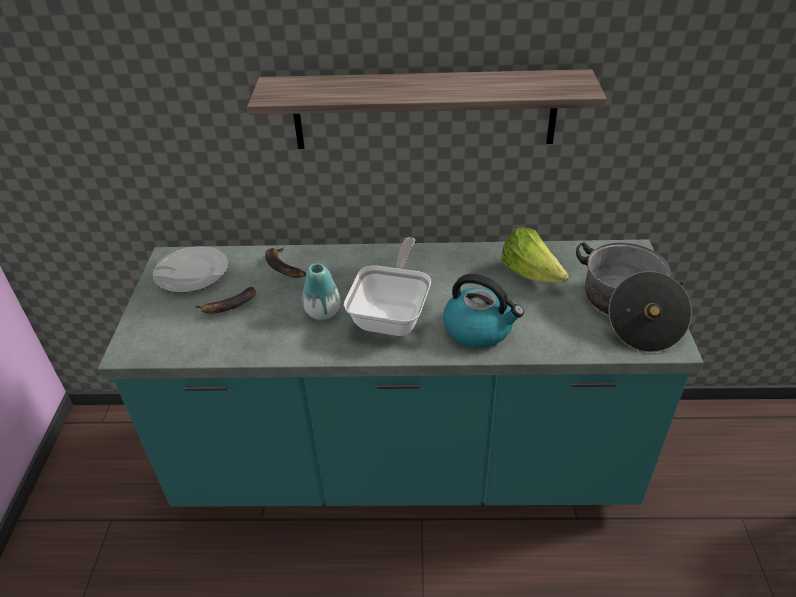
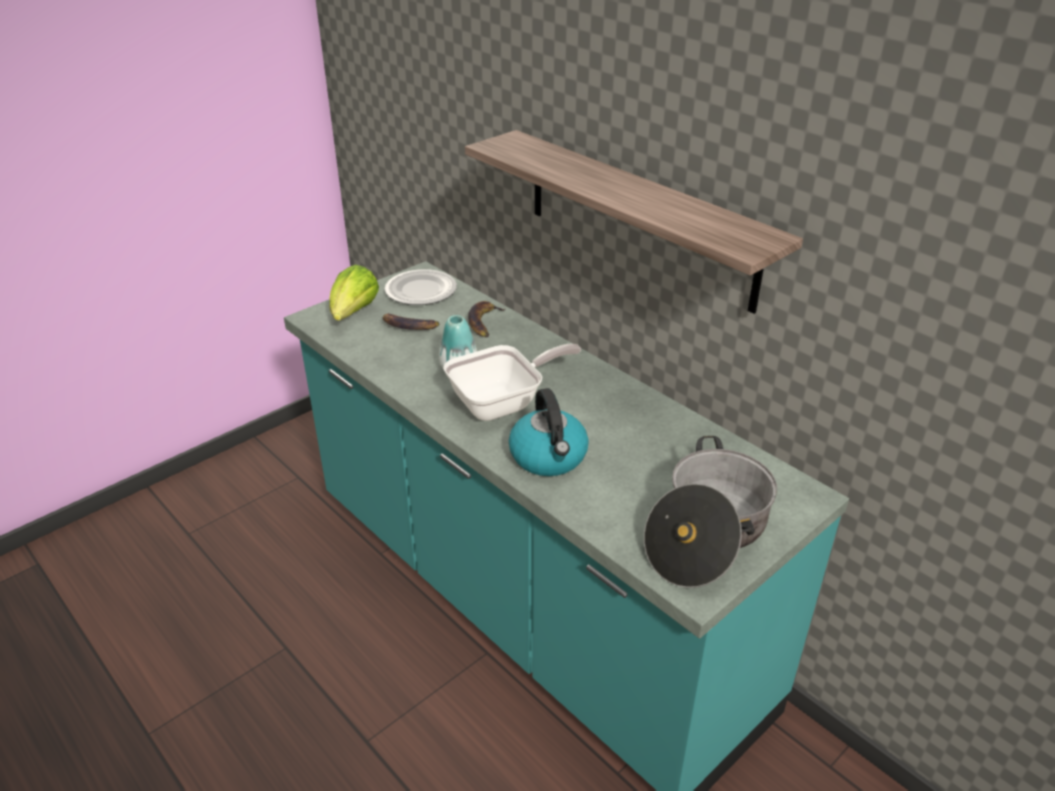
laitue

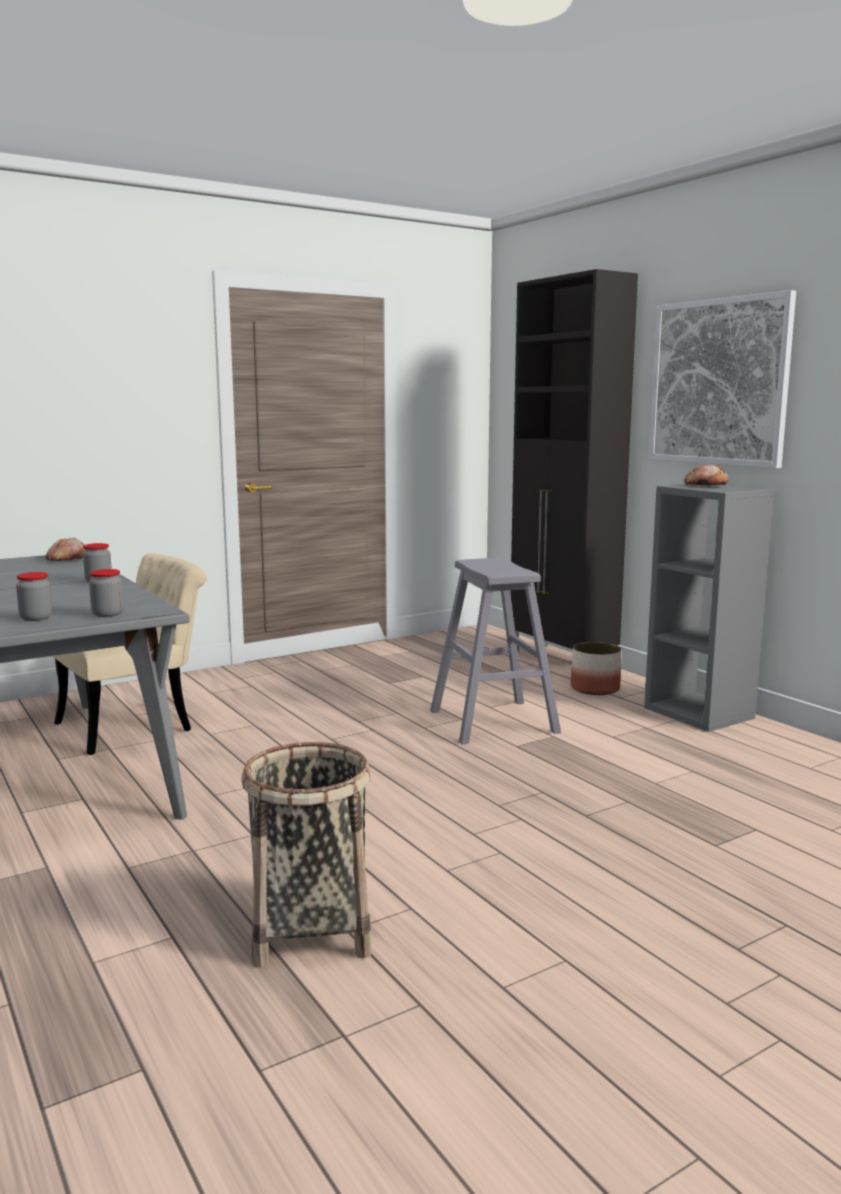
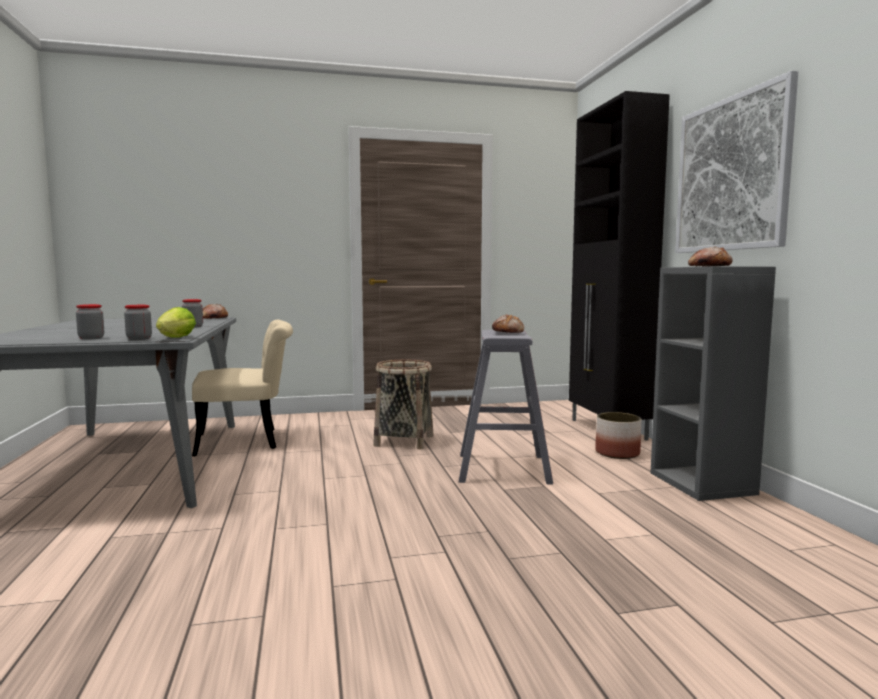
laitue; panier; pain (no. 2 from left)

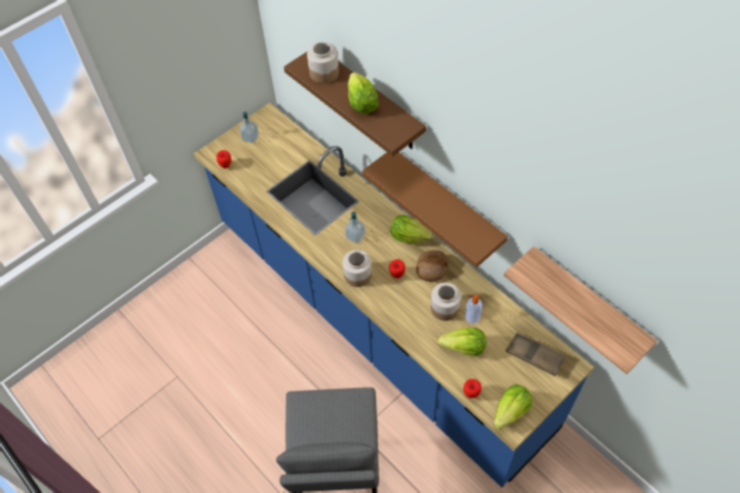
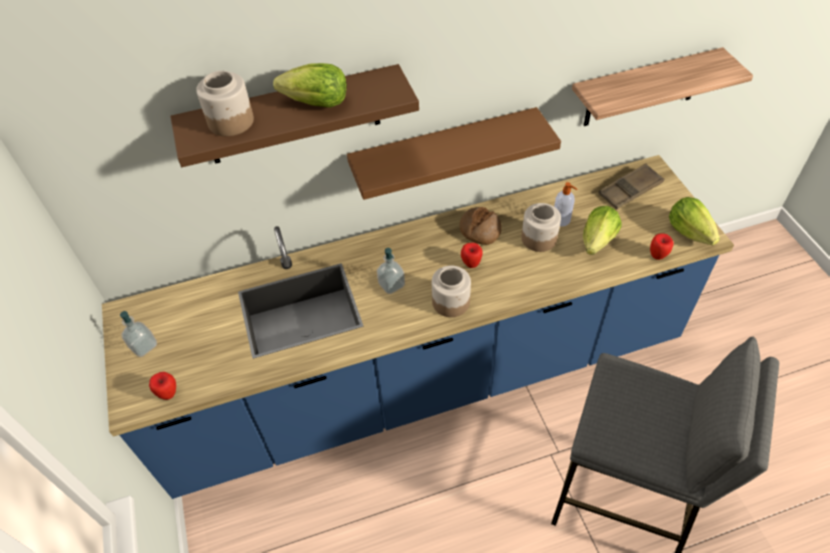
laitue (no. 2 from left in the first image)

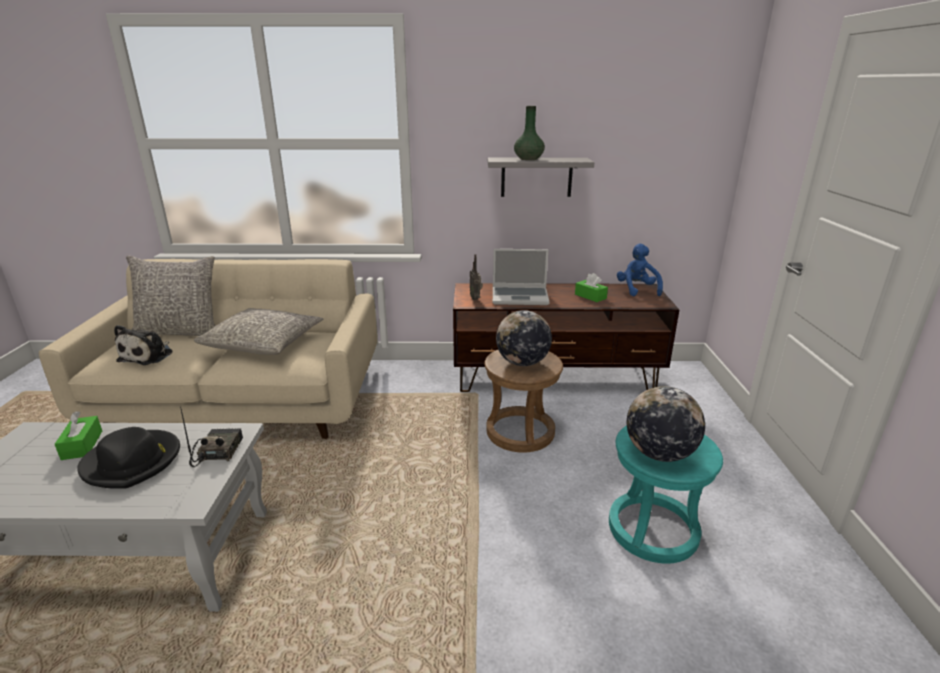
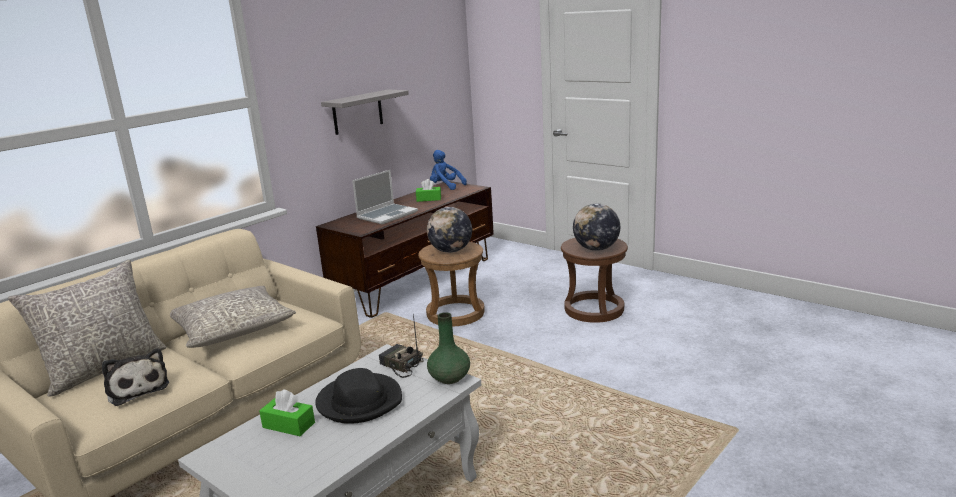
vase (vert); tabouret (marron) (no. 2 from left); radio (no. 2 from left in the first image)

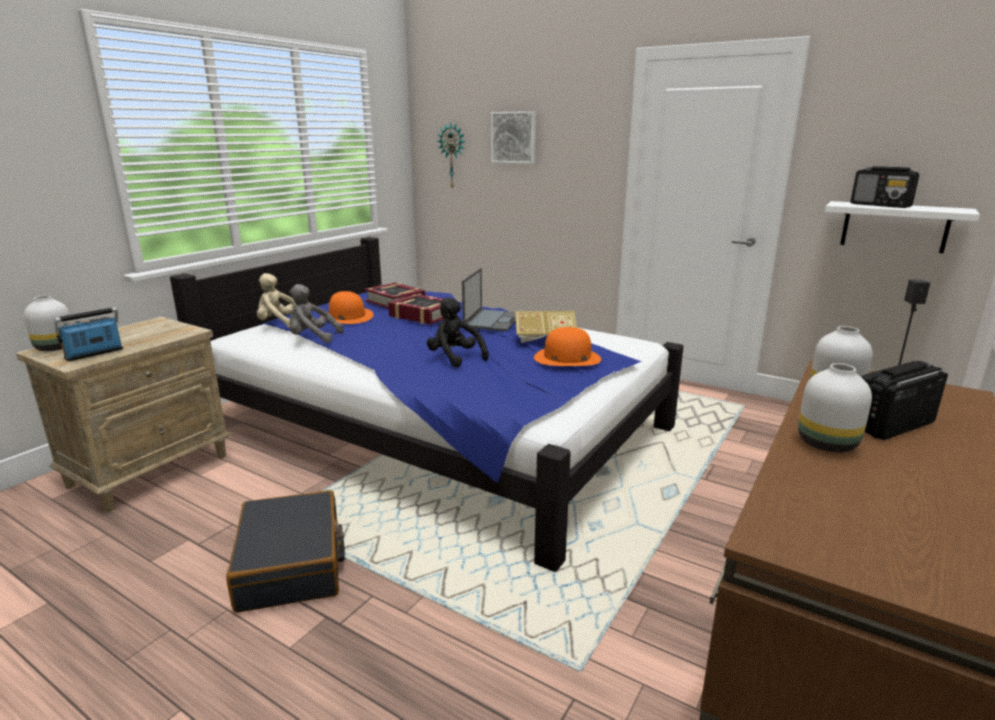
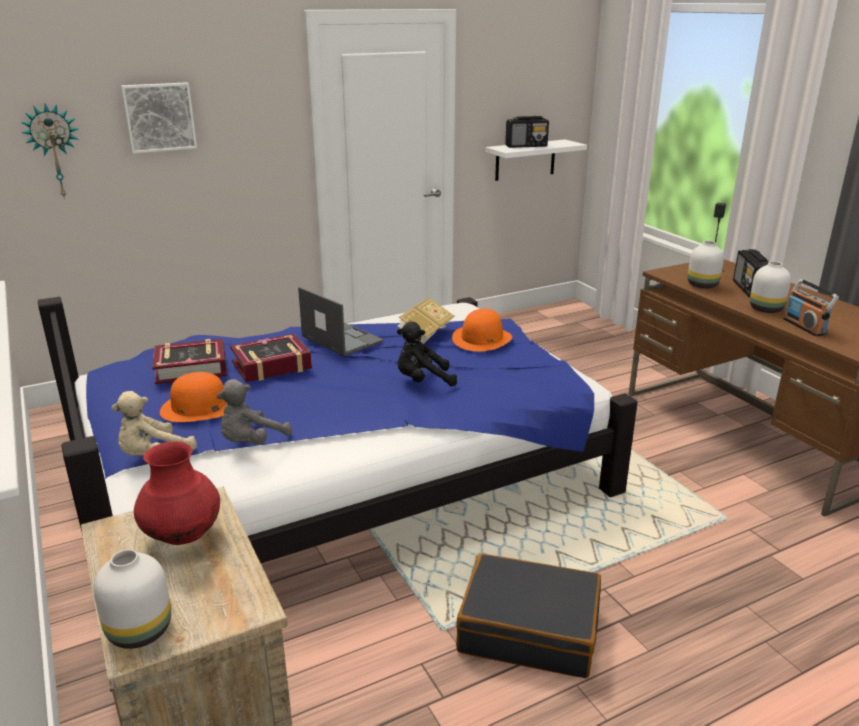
vase (rouge); radio (no. 3 from left)

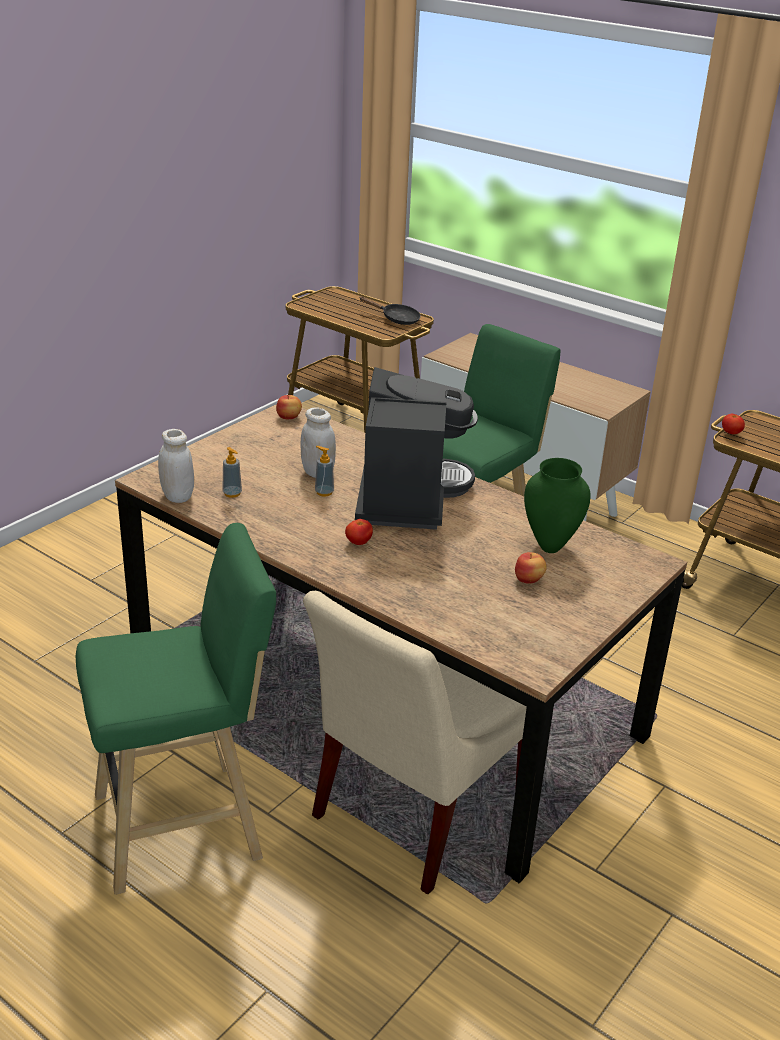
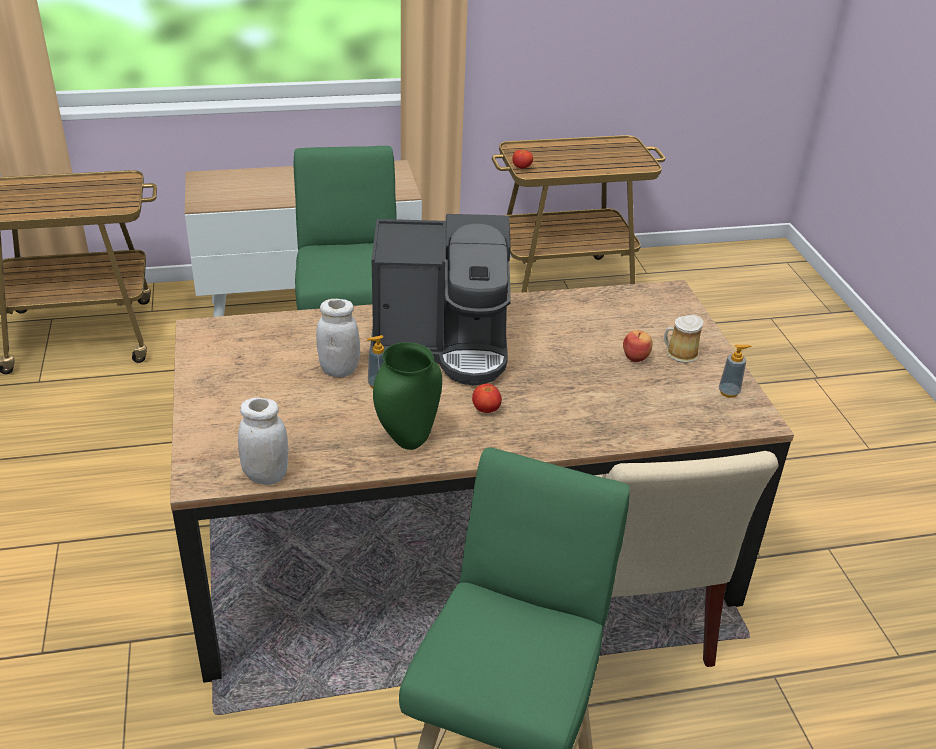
machine à café; vase (vert); mug; distributeur de savon (no. 2 from left); pomme (no. 1 from left in the first image); poêle (noir)

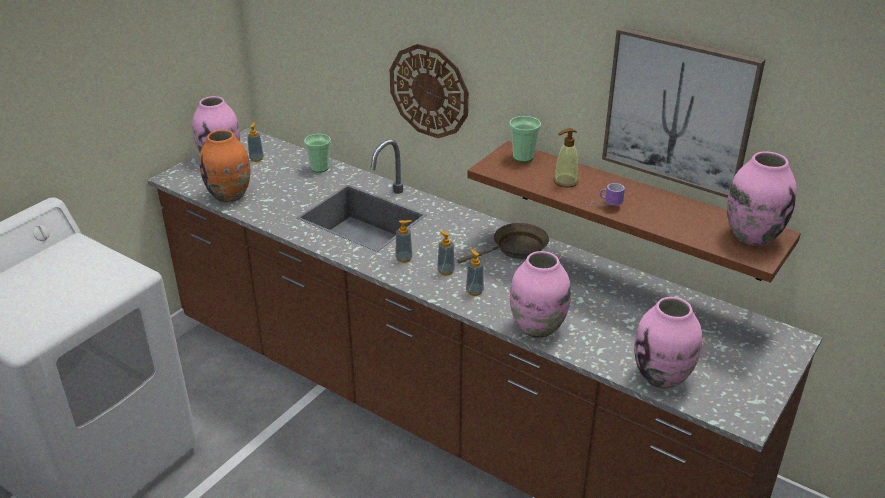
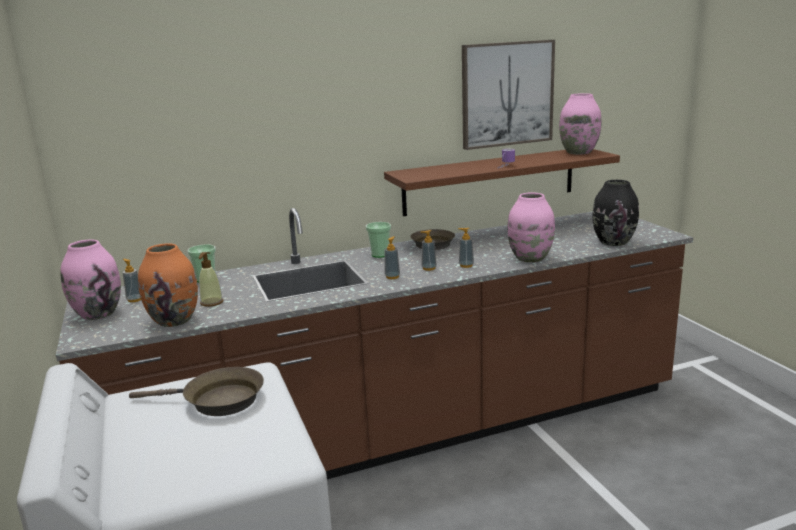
poêle (marron) (no. 1 from left); distributeur de savon (no. 2 from left); tasse (no. 2 from left); vase (noir); horloge murale

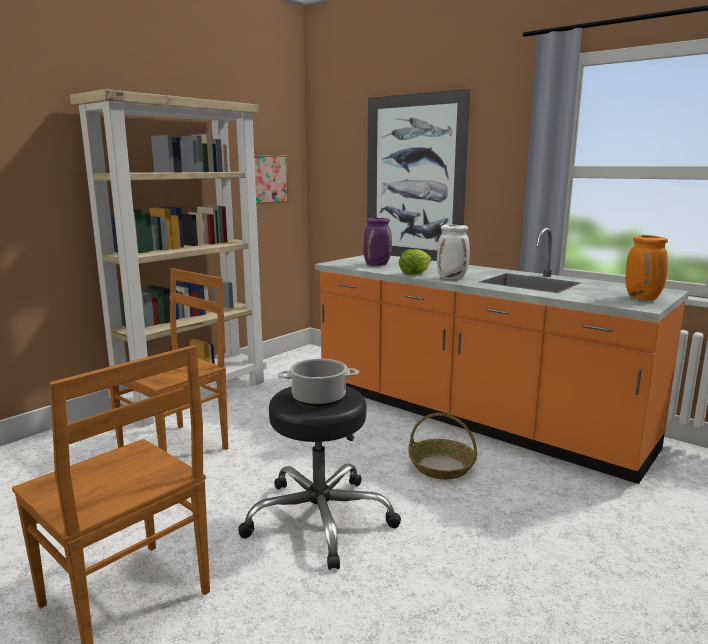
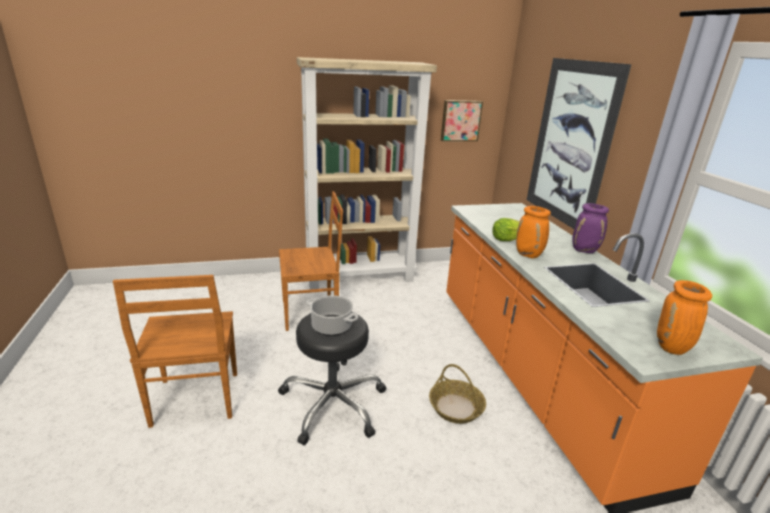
vase (orange) (no. 1 from left); vase (violet)

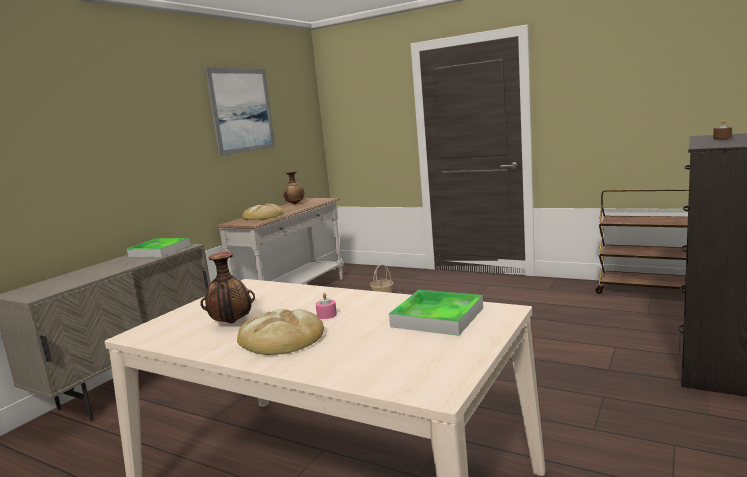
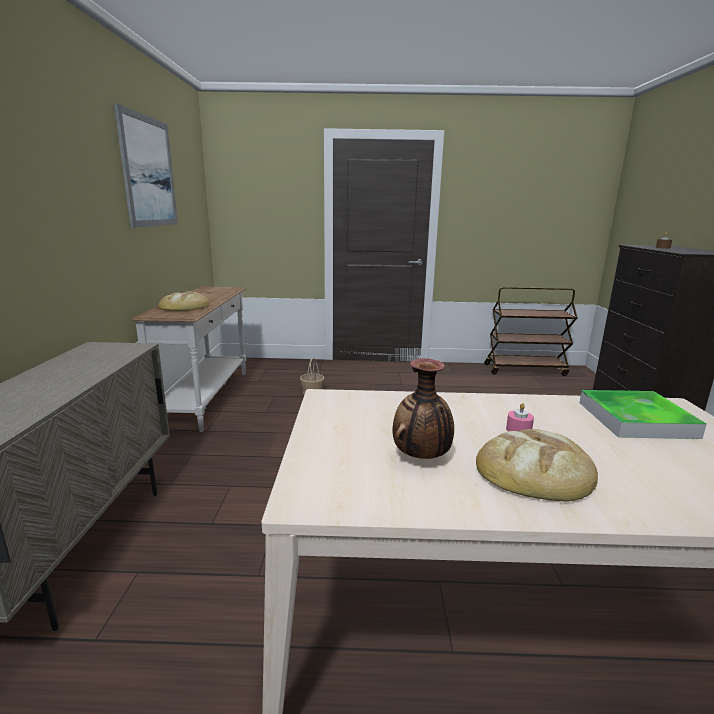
plateau (no. 1 from left in the first image); vase (no. 2 from left in the first image)

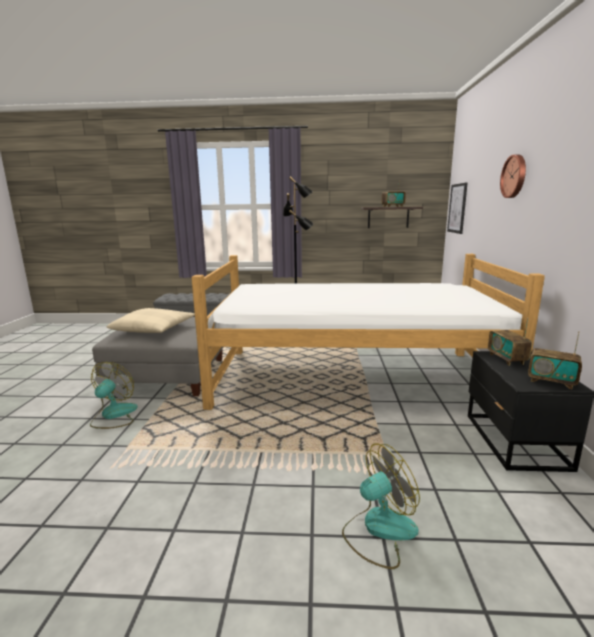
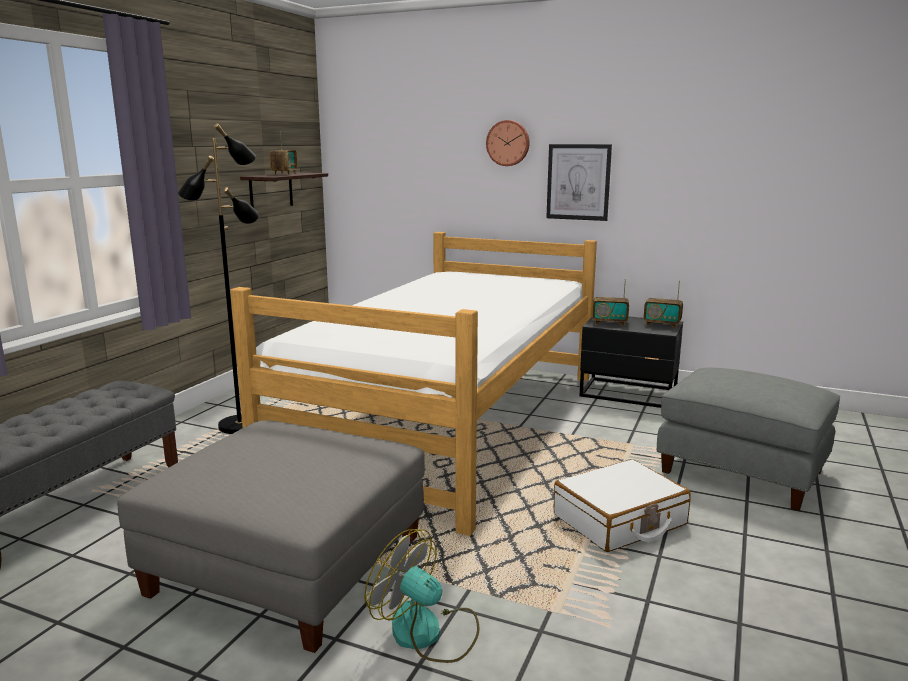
tableau; valise (blanc); radio (no. 3 from left); pouf (gris) (no. 2 from left); coussin (beige)

